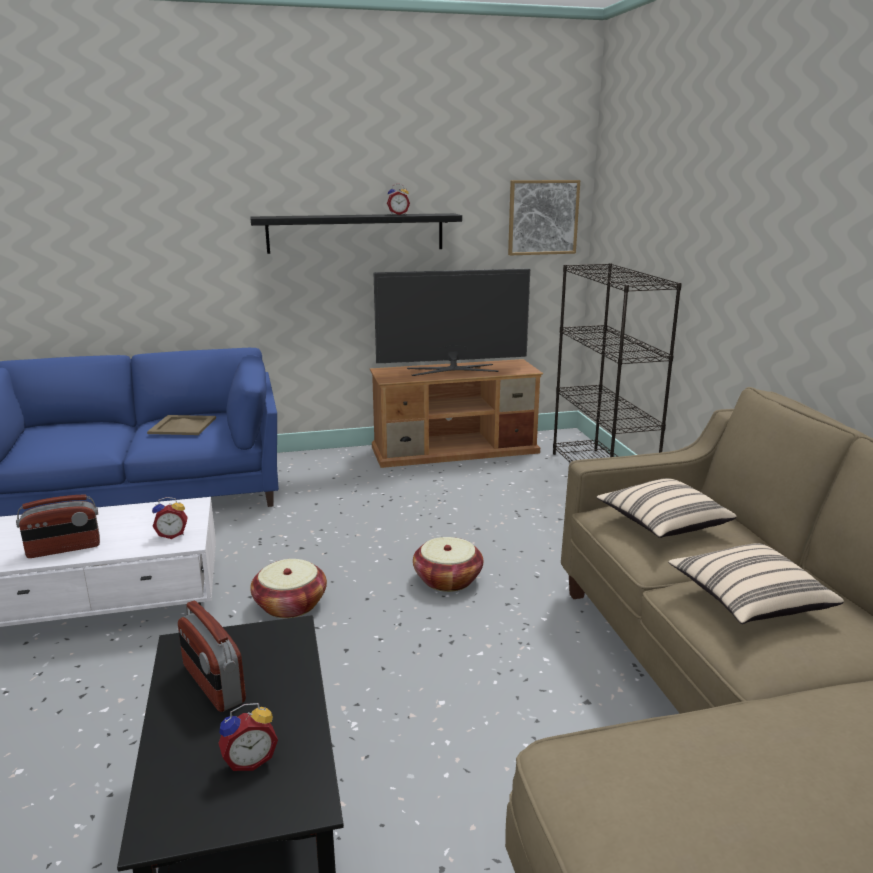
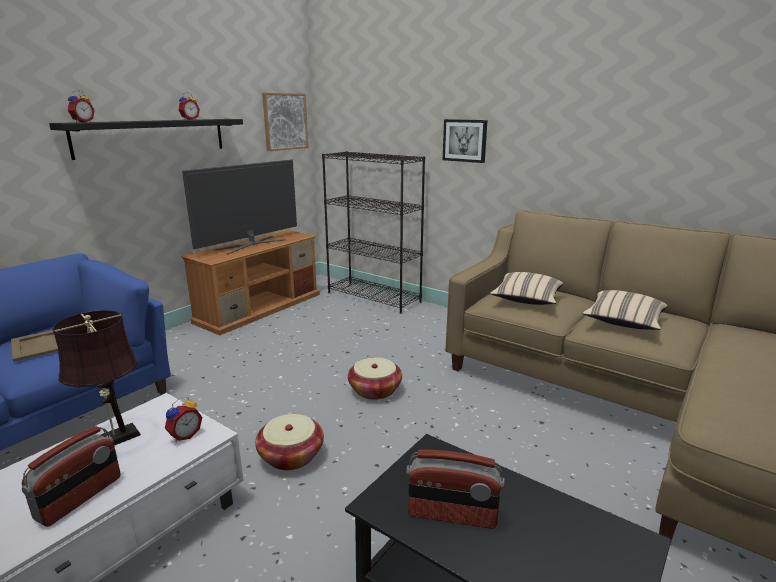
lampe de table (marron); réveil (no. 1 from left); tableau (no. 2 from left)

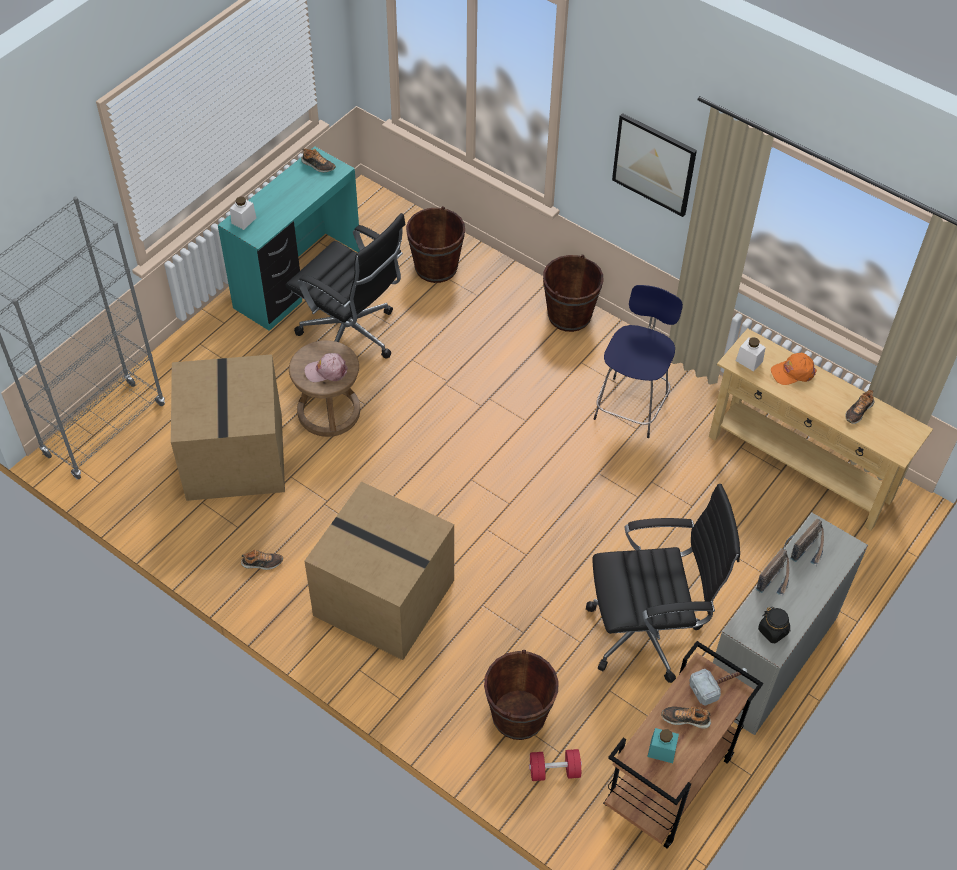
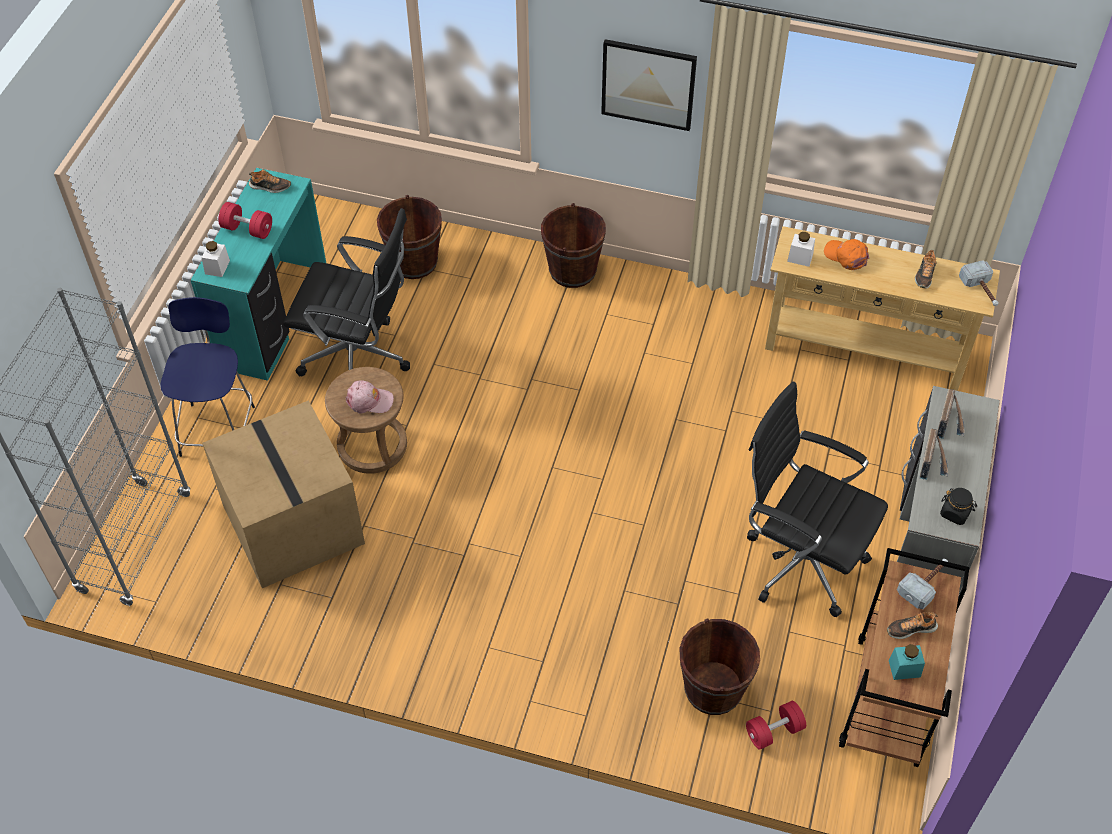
tabouret (bleu); haltère (rouge) (no. 1 from left); casquette (rose); chaise de bureau (noir) (no. 2 from left); casquette (orange); marteau (no. 2 from left); chaussure (no. 1 from left in the first image); carton (no. 2 from left in the first image)

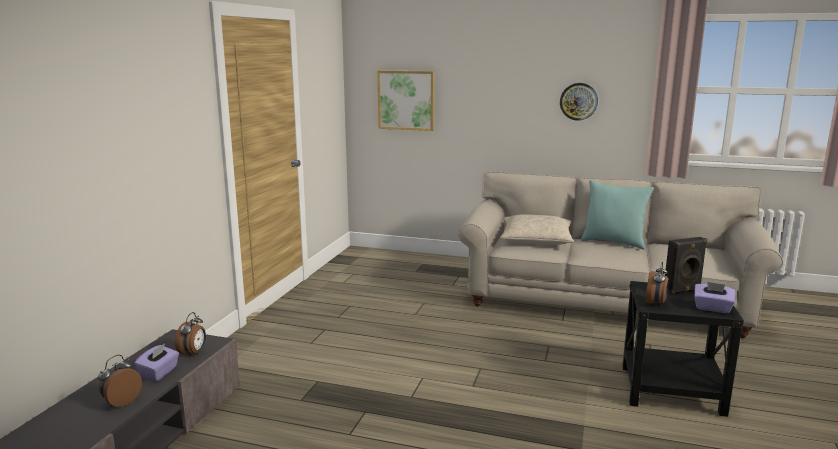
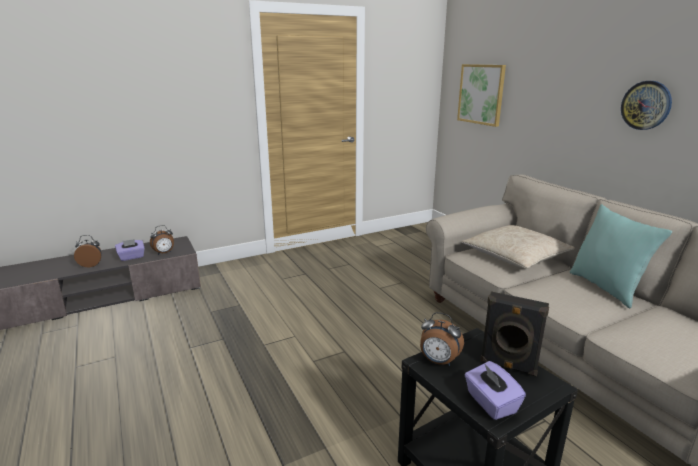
réveil (no. 3 from left)

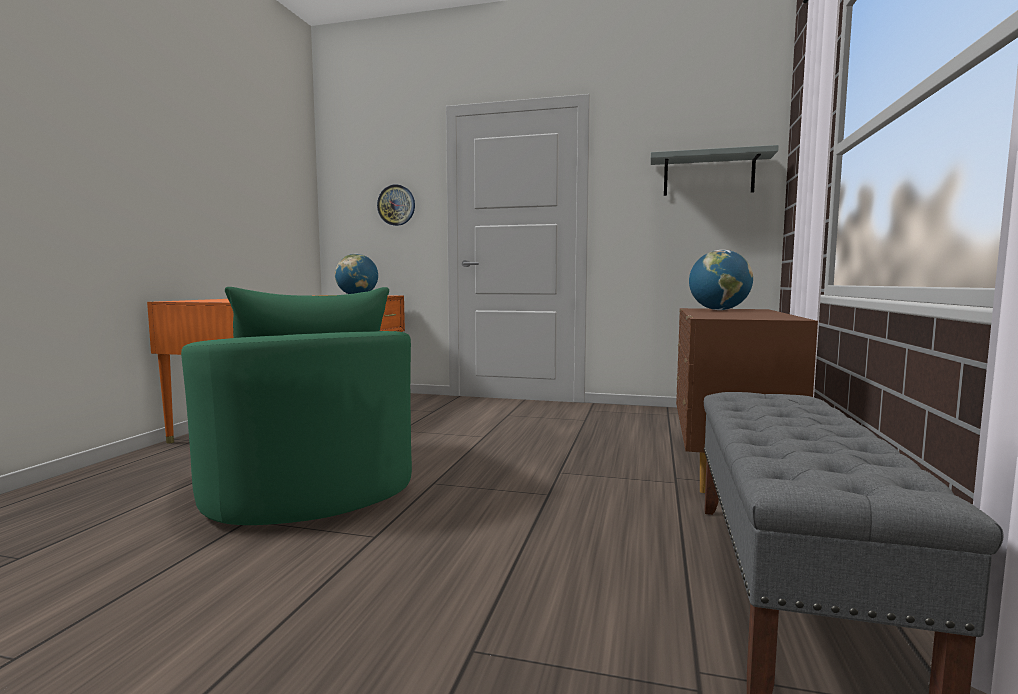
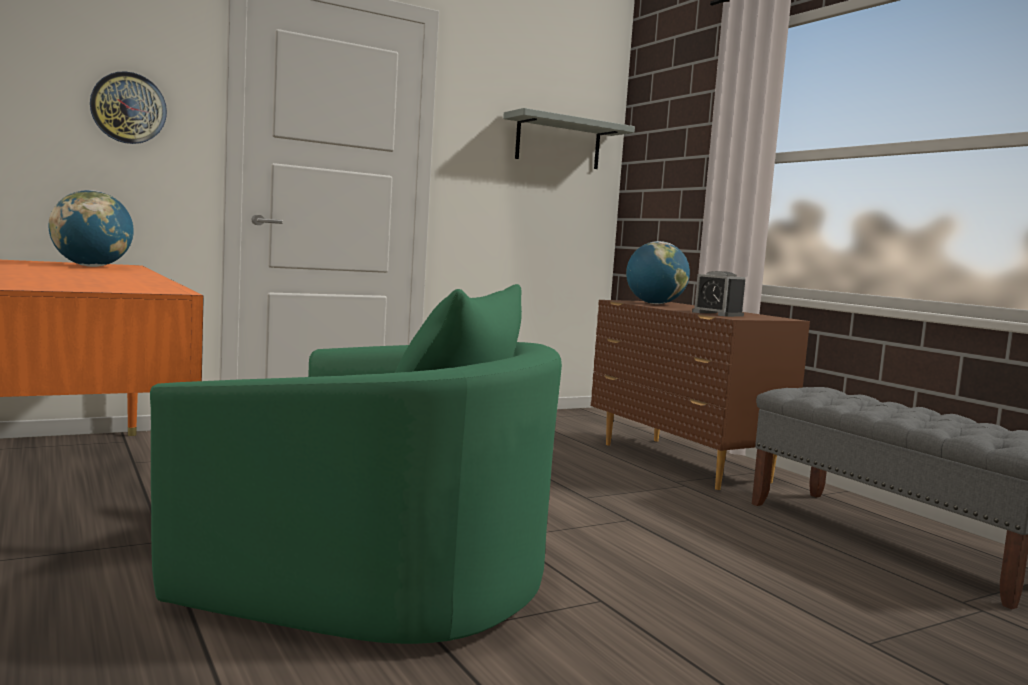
réveil

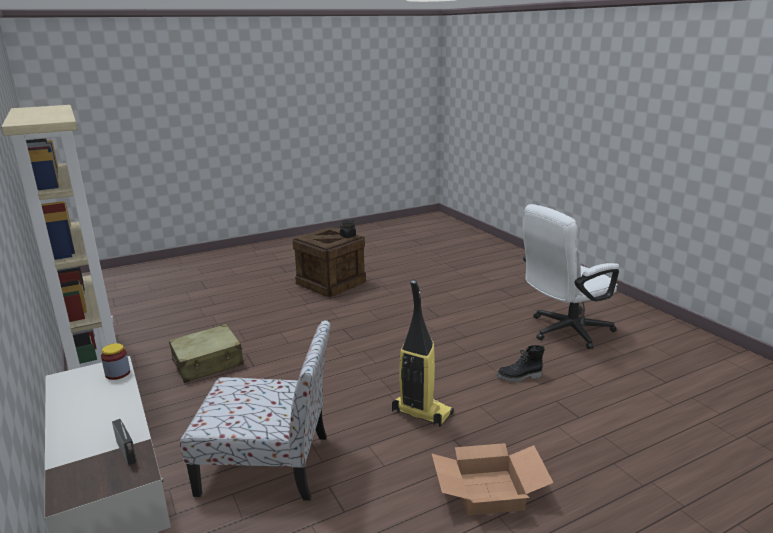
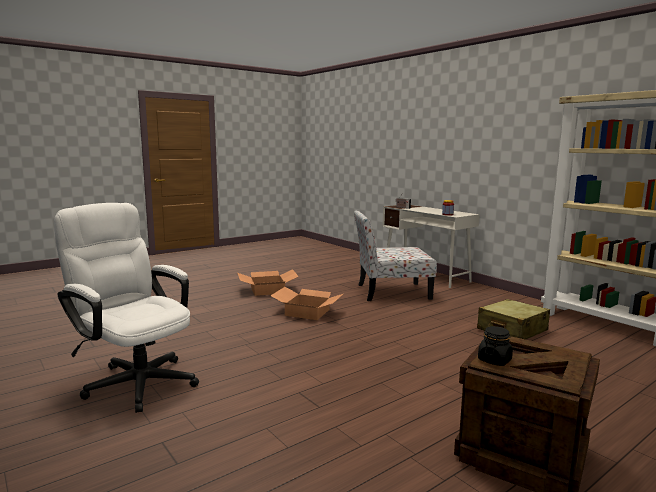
chaise de bureau (blanc); carton (no. 2 from left); botte (noir)

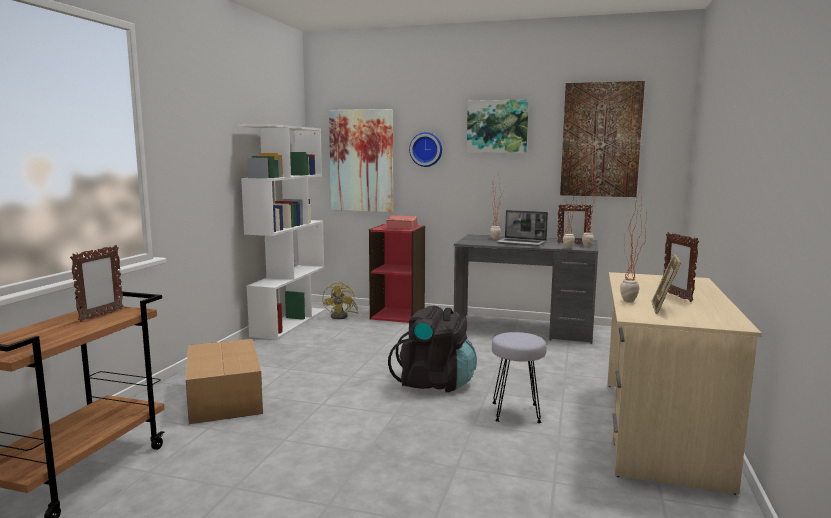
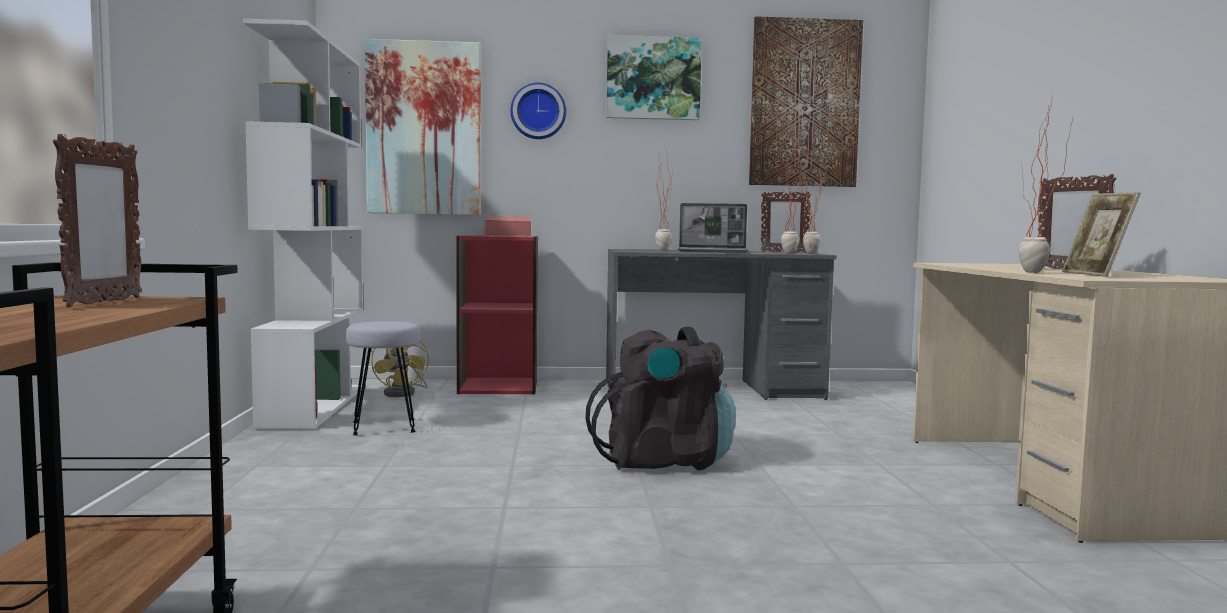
tabouret (gris); carton

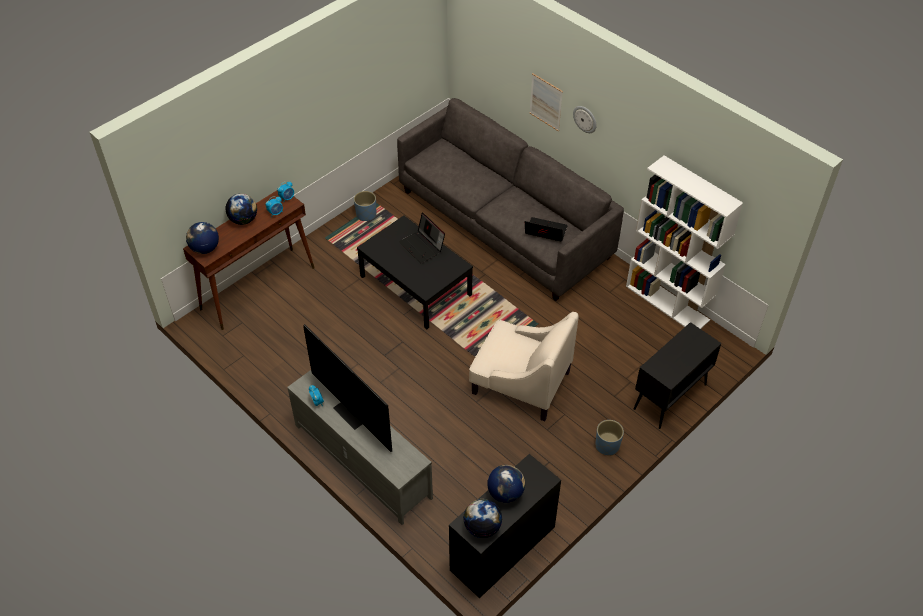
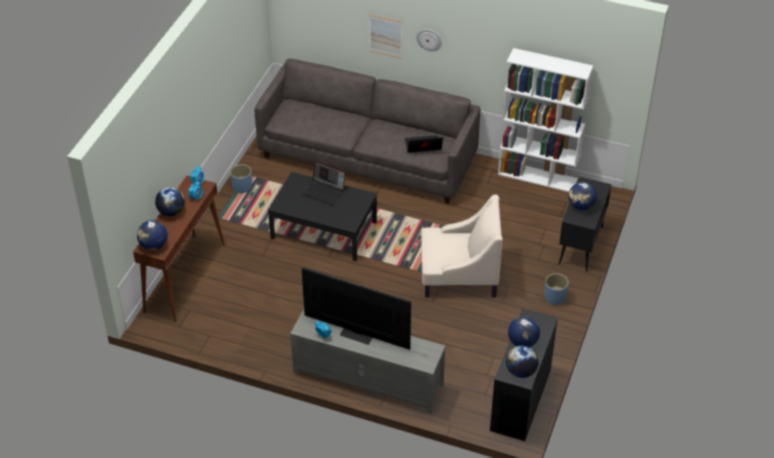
globe (no. 5 from left)

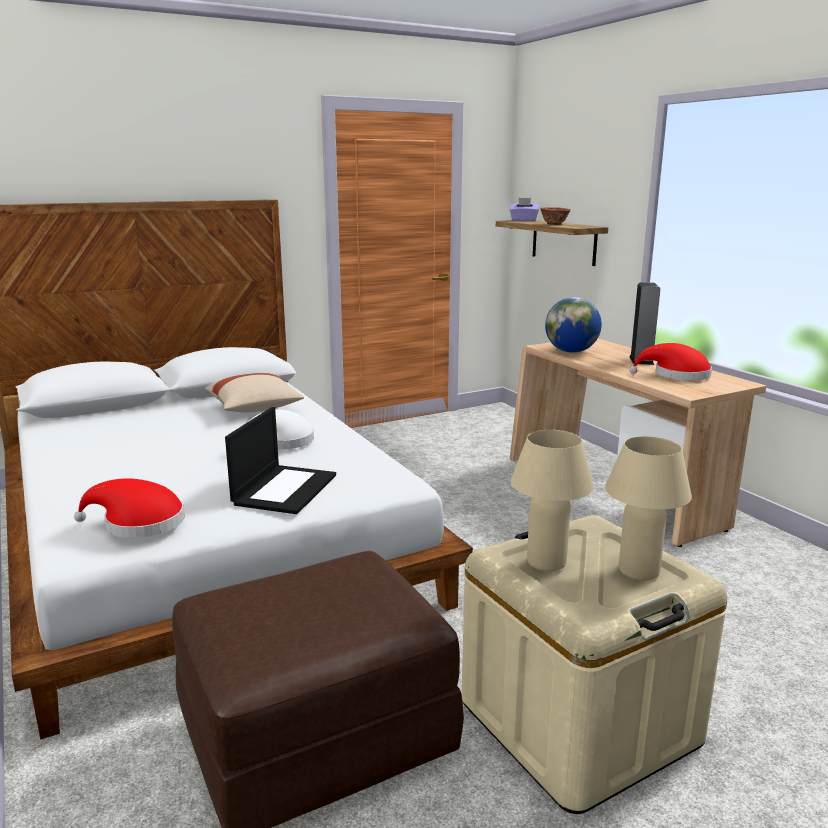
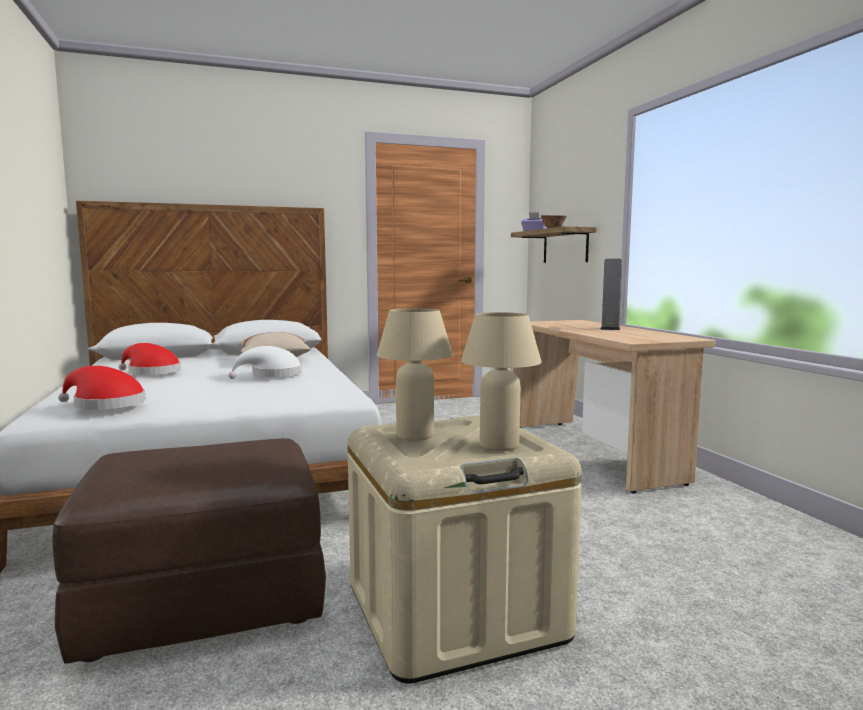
chapeau (rouge) (no. 2 from left); ordinateur portable; globe

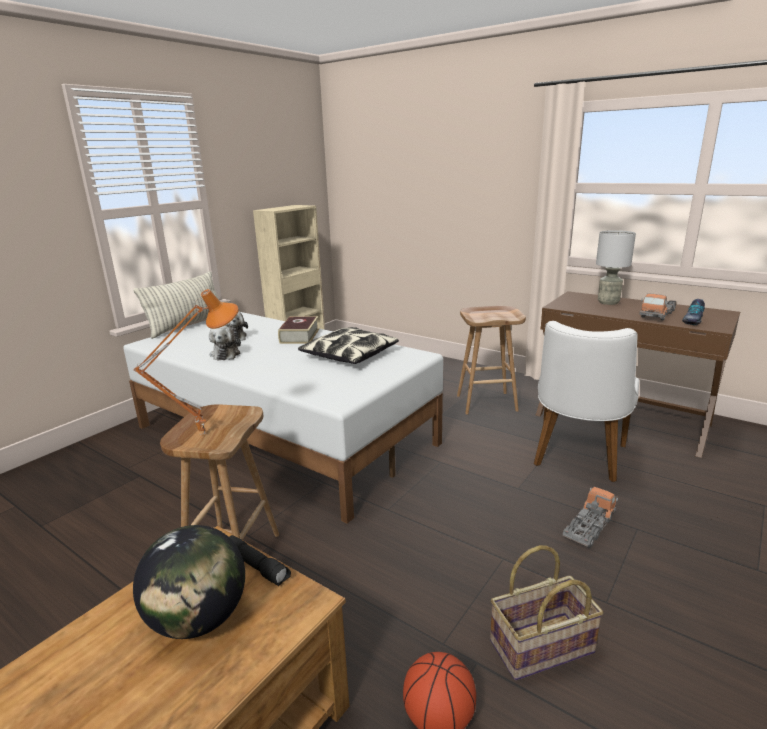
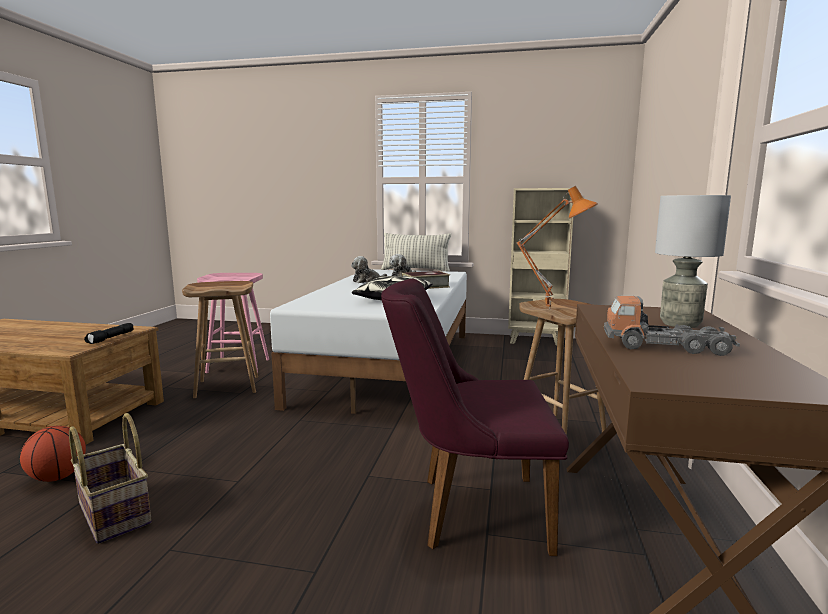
tabouret (rose); chaise (violet); lampe de table (orange); globe; camion jouet (no. 1 from left in the first image); chaussure

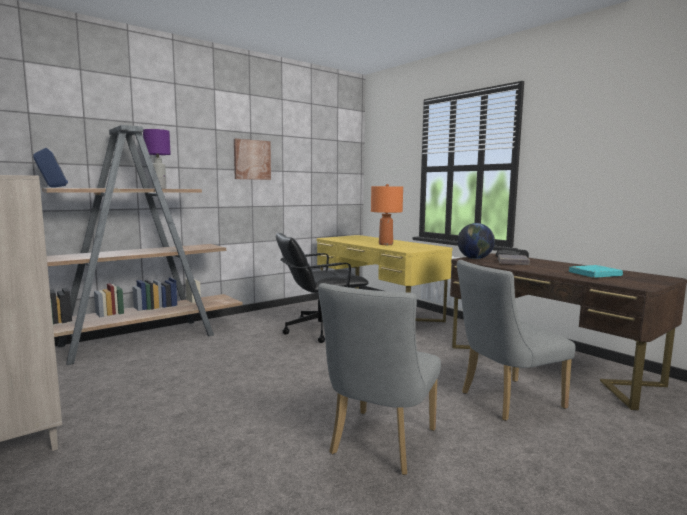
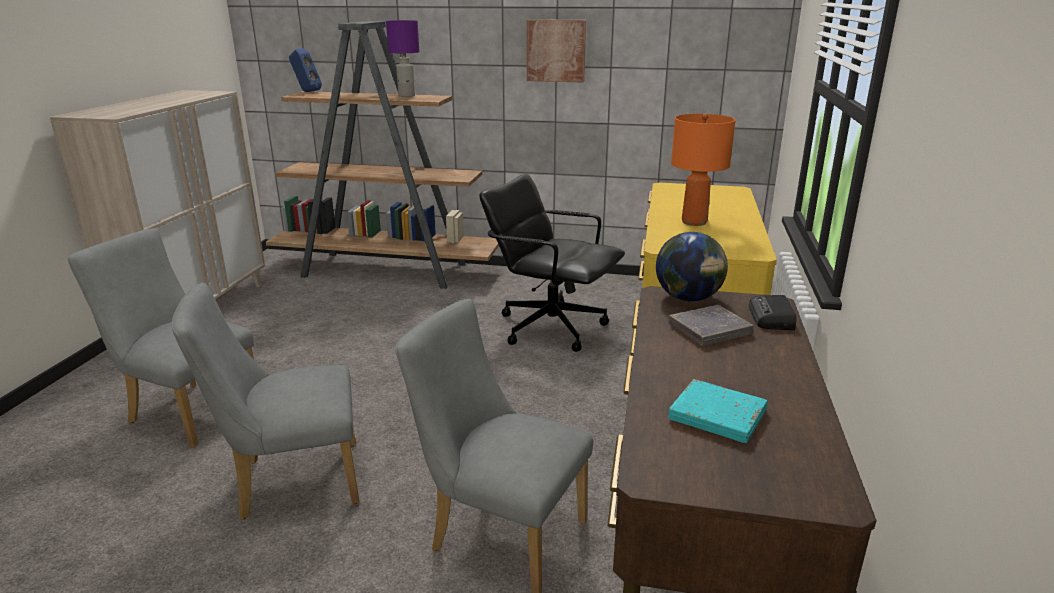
chaise (gris) (no. 1 from left)

